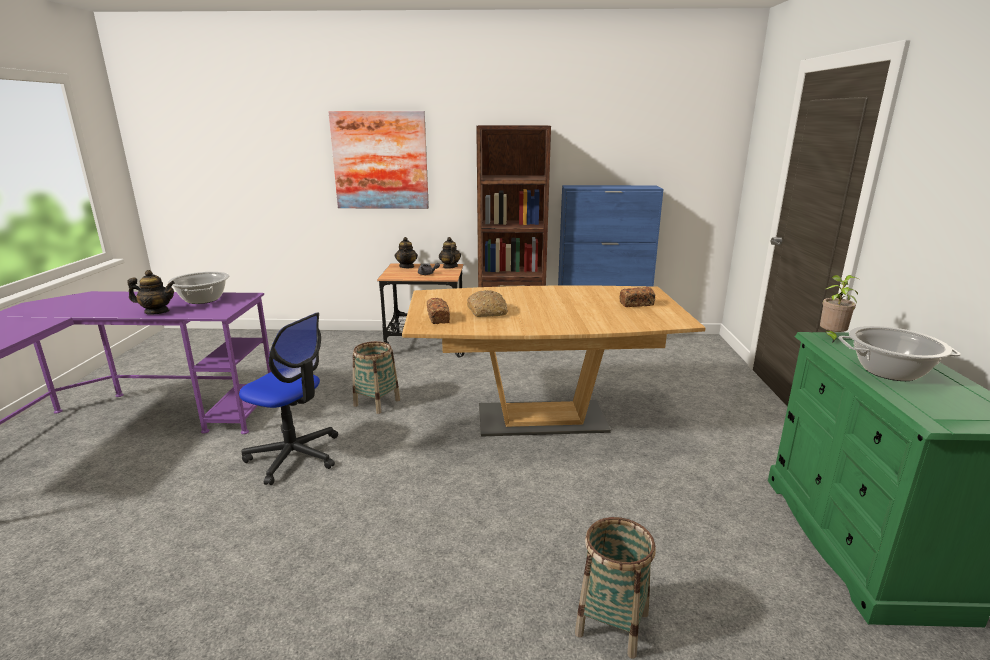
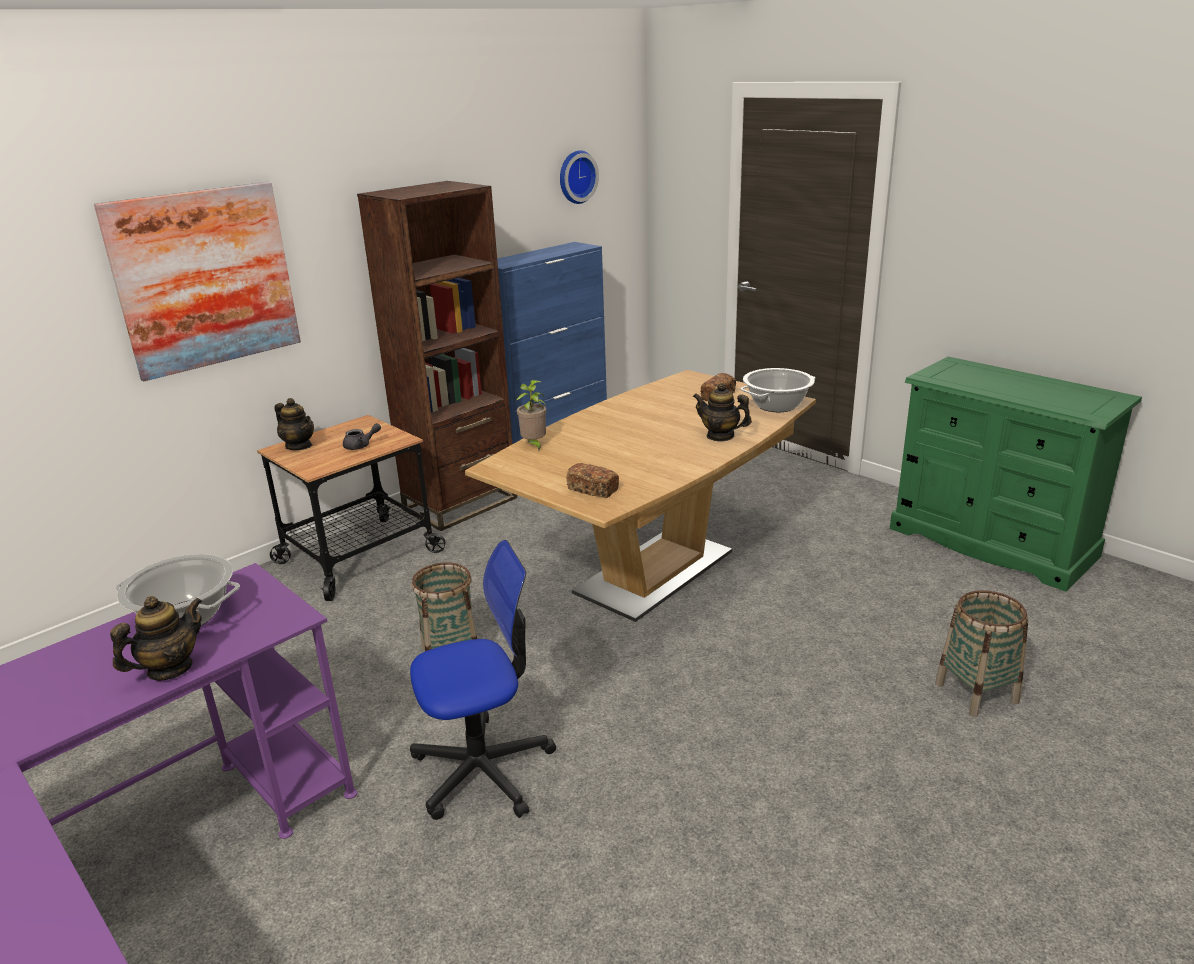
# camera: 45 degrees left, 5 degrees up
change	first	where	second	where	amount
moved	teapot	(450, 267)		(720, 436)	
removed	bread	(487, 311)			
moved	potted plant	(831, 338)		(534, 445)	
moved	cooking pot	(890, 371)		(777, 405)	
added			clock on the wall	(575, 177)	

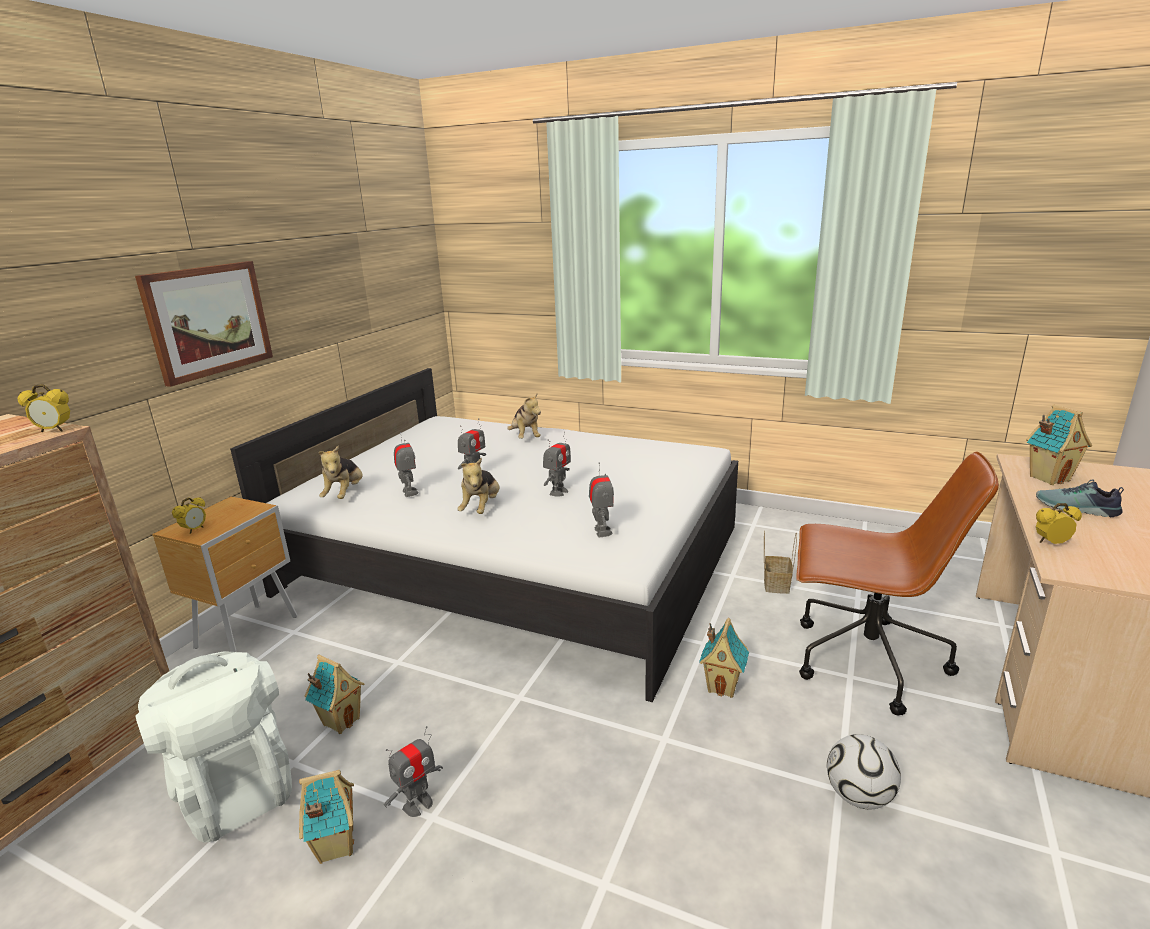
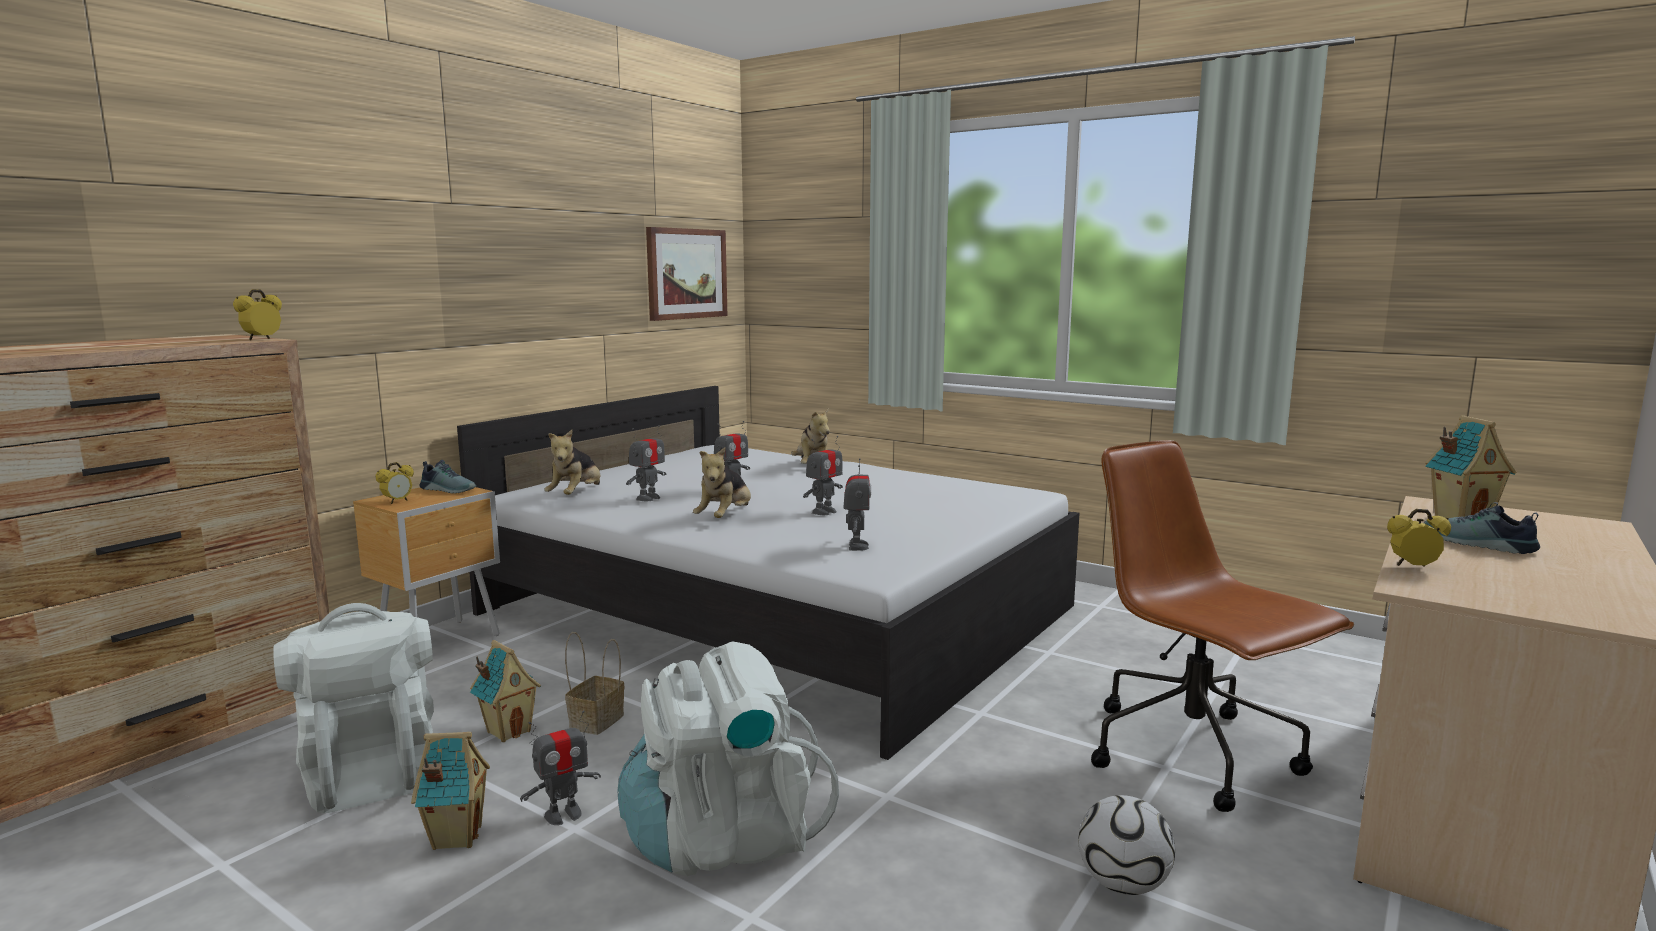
# camera: 10 degrees right, 10 degrees down
change	first	where	second	where	amount
turned	alarm clock	(54, 430)		(262, 339)	105 degrees clockwise
moved	wall art	(208, 320)		(686, 273)	
turned	toy robot	(409, 492)		(648, 498)	45 degrees clockwise
removed	miniature house	(723, 686)			
moved	storage basket	(775, 584)		(597, 720)	
turned	brownish desk chair	(864, 661)		(1194, 754)	150 degrees counterclockwise
added			shoe	(449, 490)	
added			whitish backpack	(723, 838)	

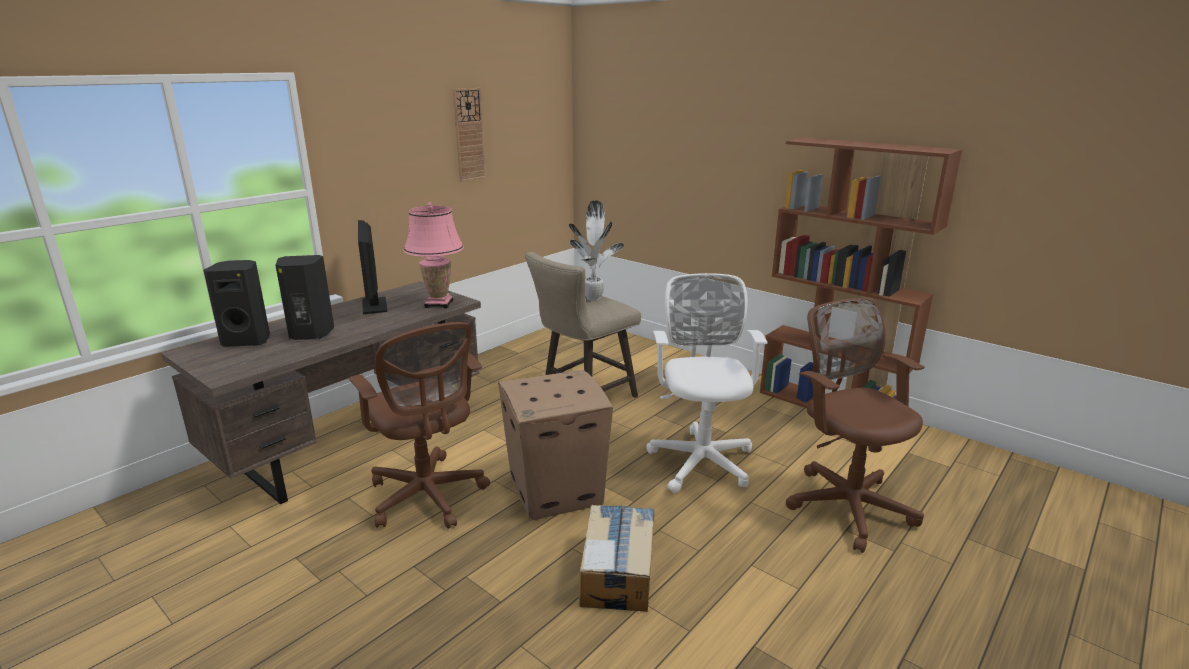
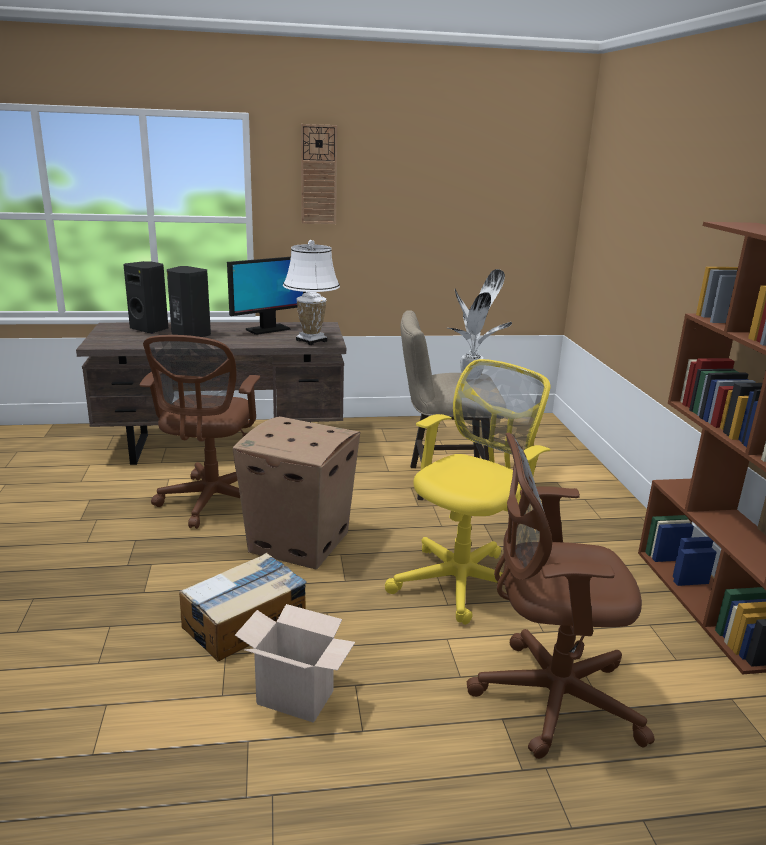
# camera: 40 degrees right, 0 degrees up
change	first	where	second	where	amount
turned	monitor	(374, 305)		(267, 329)	150 degrees counterclockwise
recoloured	pink tabletop lamp	(439, 304)	whitish tabletop lamp	(311, 341)	
moved	clock on the wall	(469, 135)		(318, 175)	
recoloured	whitish desk chair	(701, 459)	yellow-coloured desk chair	(463, 580)	
turned	brownish desk chair	(845, 503)		(547, 697)	105 degrees counterclockwise
added			carton	(298, 697)	

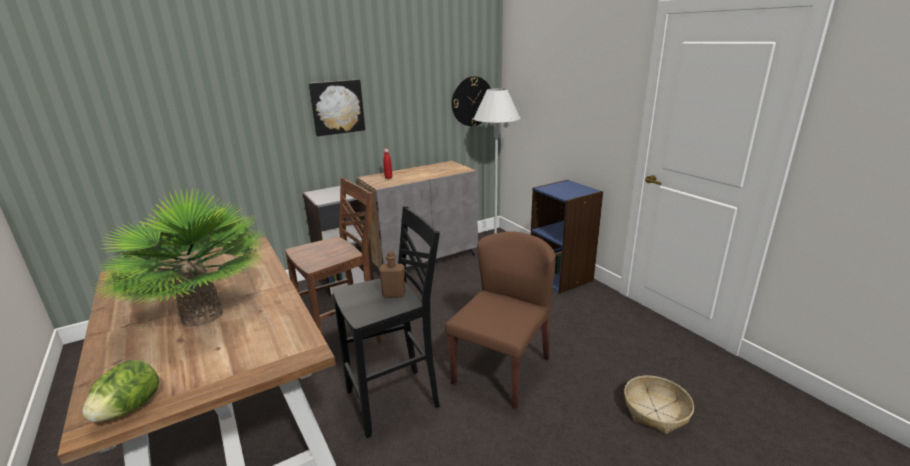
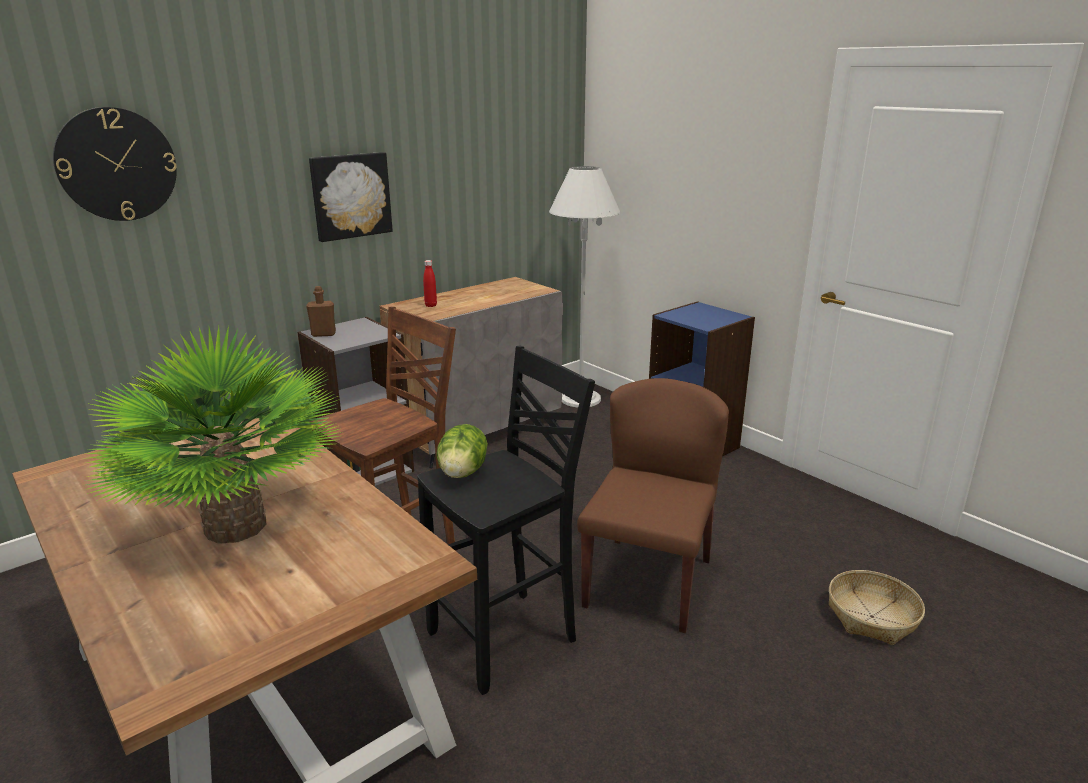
# camera: 10 degrees left, 0 degrees up
change	first	where	second	where	amount
moved	lettuce head	(129, 408)		(462, 473)	
moved	brownish drink bottle	(394, 294)		(323, 334)	
moved	clock on the wall	(472, 101)		(116, 164)	

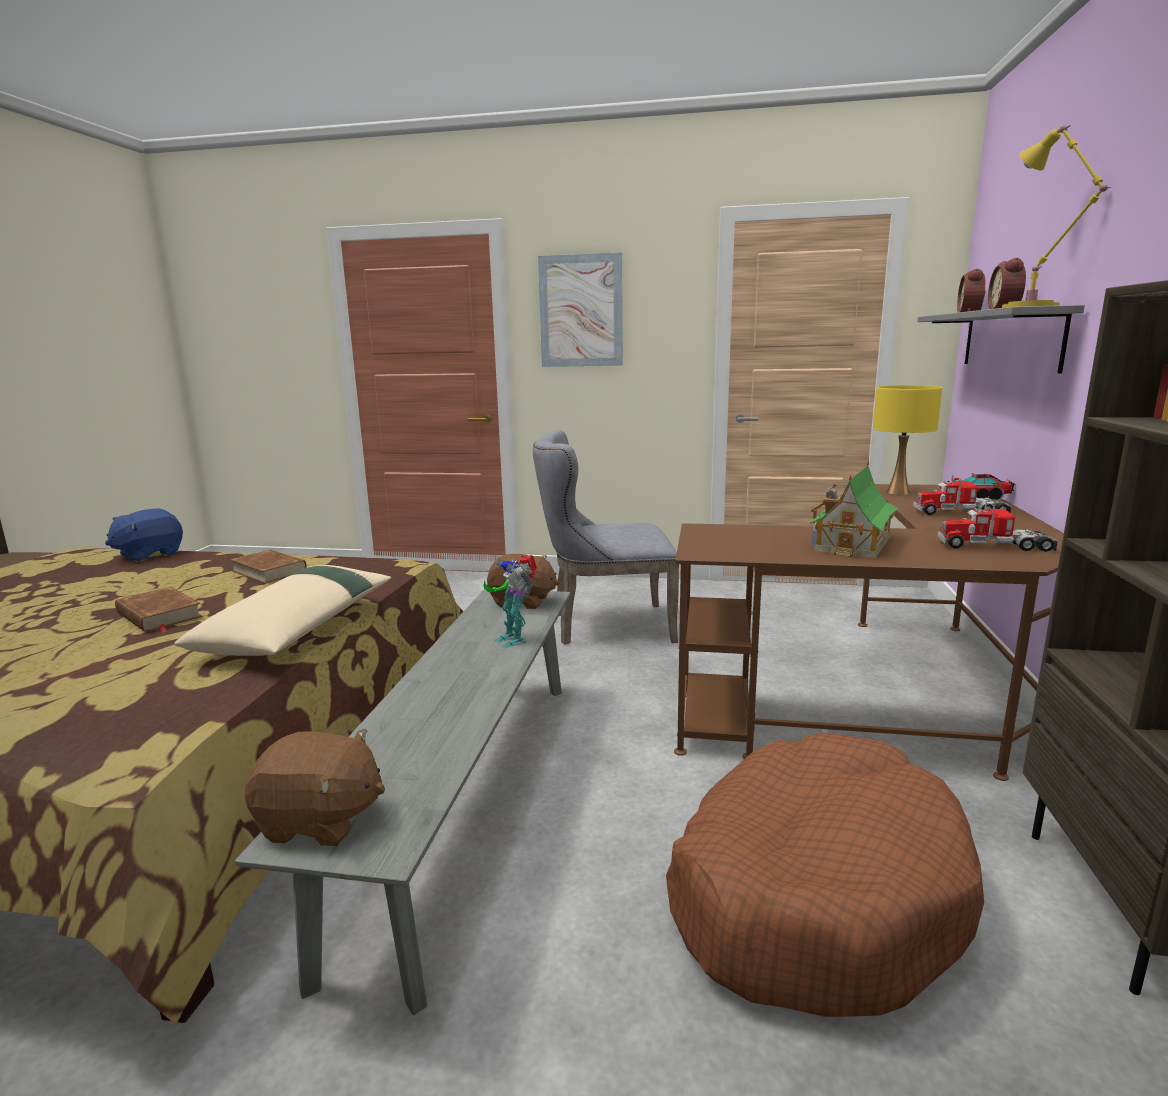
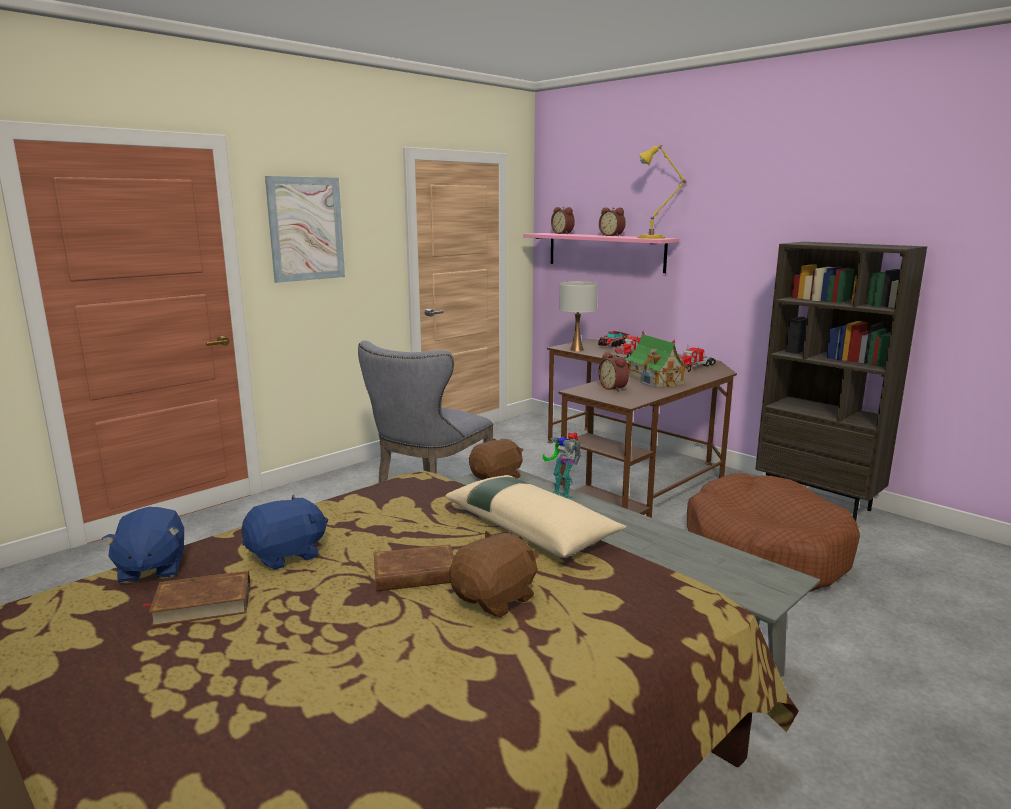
# camera: 55 degrees left, 0 degrees up
change	first	where	second	where	amount
moved	brownish bound book	(269, 571)		(202, 603)	
moved	brownish soft toy	(320, 821)		(495, 599)	
turned	toy robot	(514, 639)		(561, 495)	45 degrees clockwise
recoloured	yellow-coloured tabletop lamp	(897, 492)	whitish tabletop lamp	(576, 349)	
recoloured	greyish bracket shelf	(1010, 339)	pink bracket shelf	(605, 251)	
added			blue soft toy	(286, 555)	
added			alarm clock	(614, 388)	

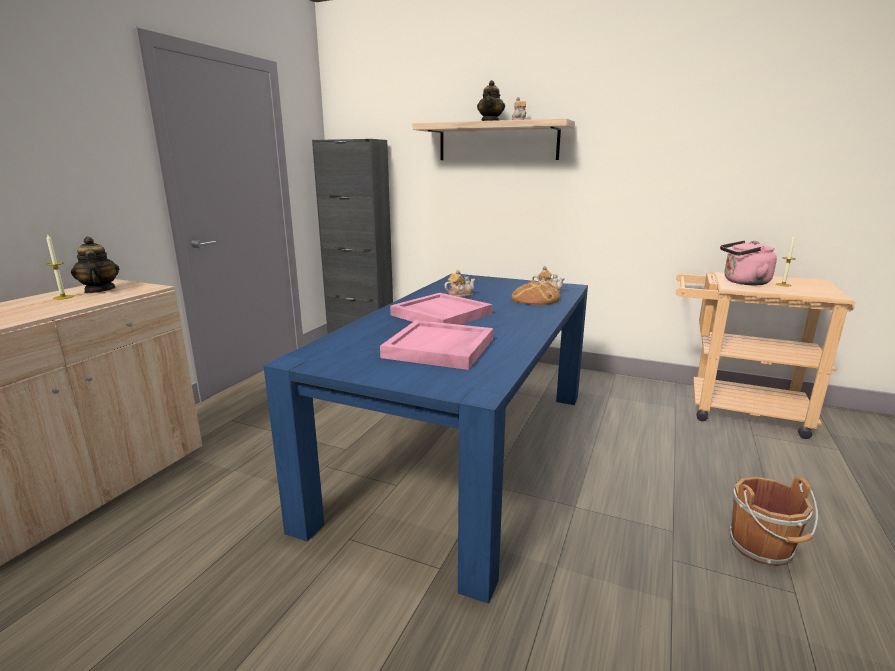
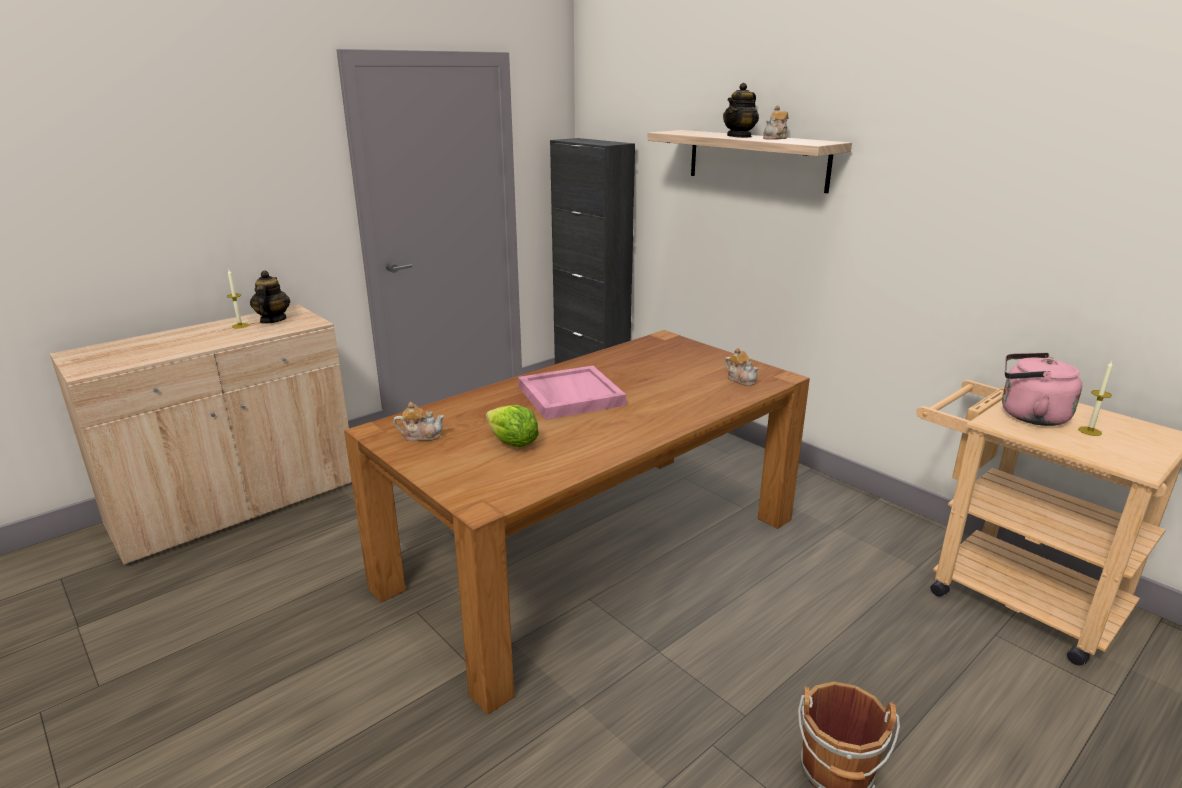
# camera: 25 degrees right, 5 degrees up
change	first	where	second	where	amount
recoloured	blue kitchen table	(463, 450)	brownish kitchen table	(594, 552)	
replaced	pink serving tray	(440, 348)	lettuce head	(513, 444)	
moved	teapot	(459, 295)		(421, 436)	
removed	bread	(535, 299)			

